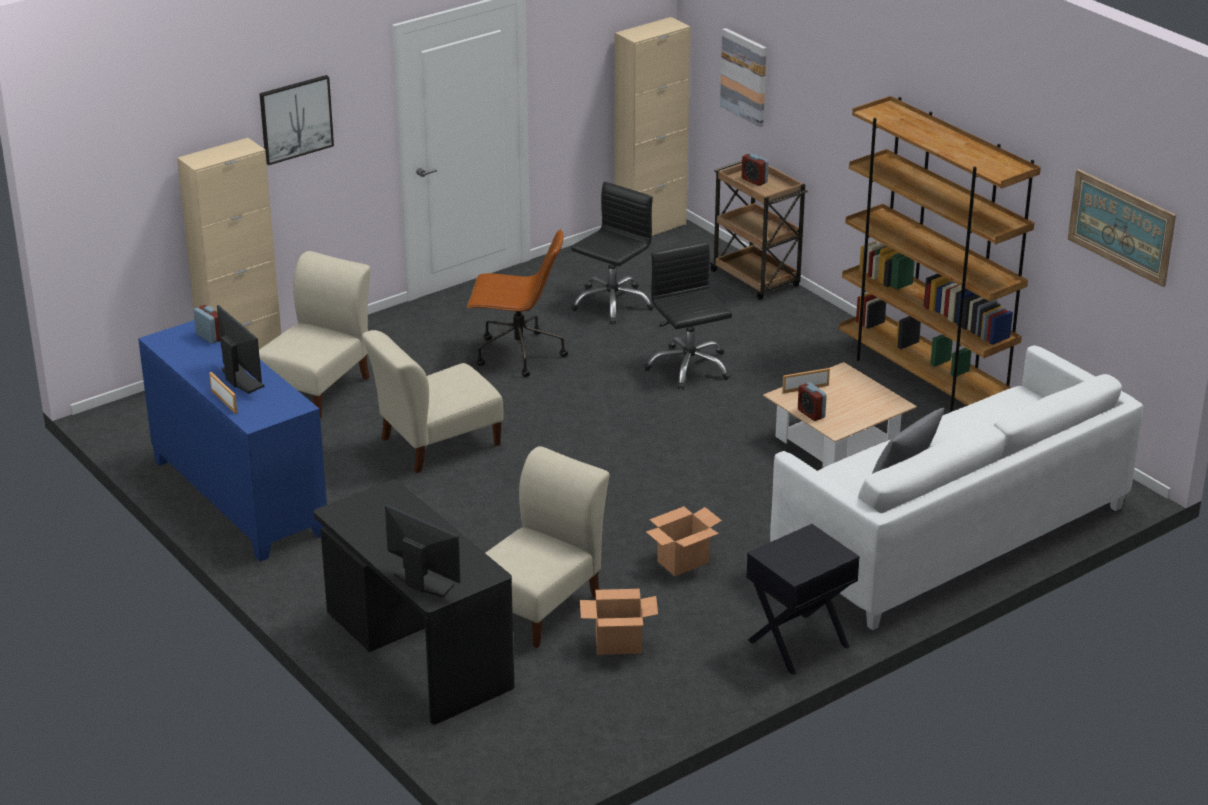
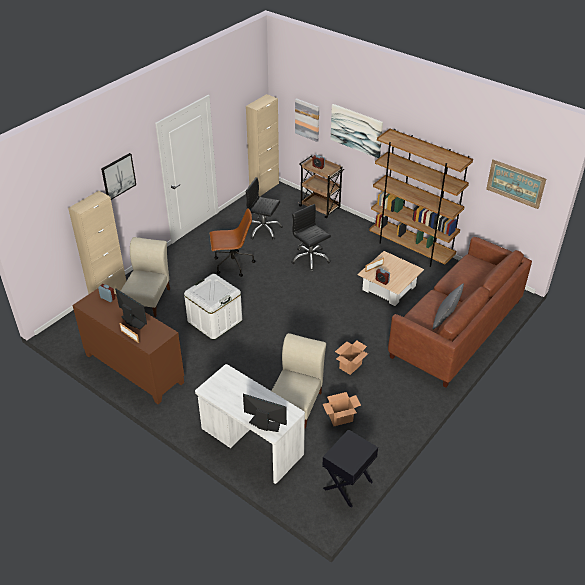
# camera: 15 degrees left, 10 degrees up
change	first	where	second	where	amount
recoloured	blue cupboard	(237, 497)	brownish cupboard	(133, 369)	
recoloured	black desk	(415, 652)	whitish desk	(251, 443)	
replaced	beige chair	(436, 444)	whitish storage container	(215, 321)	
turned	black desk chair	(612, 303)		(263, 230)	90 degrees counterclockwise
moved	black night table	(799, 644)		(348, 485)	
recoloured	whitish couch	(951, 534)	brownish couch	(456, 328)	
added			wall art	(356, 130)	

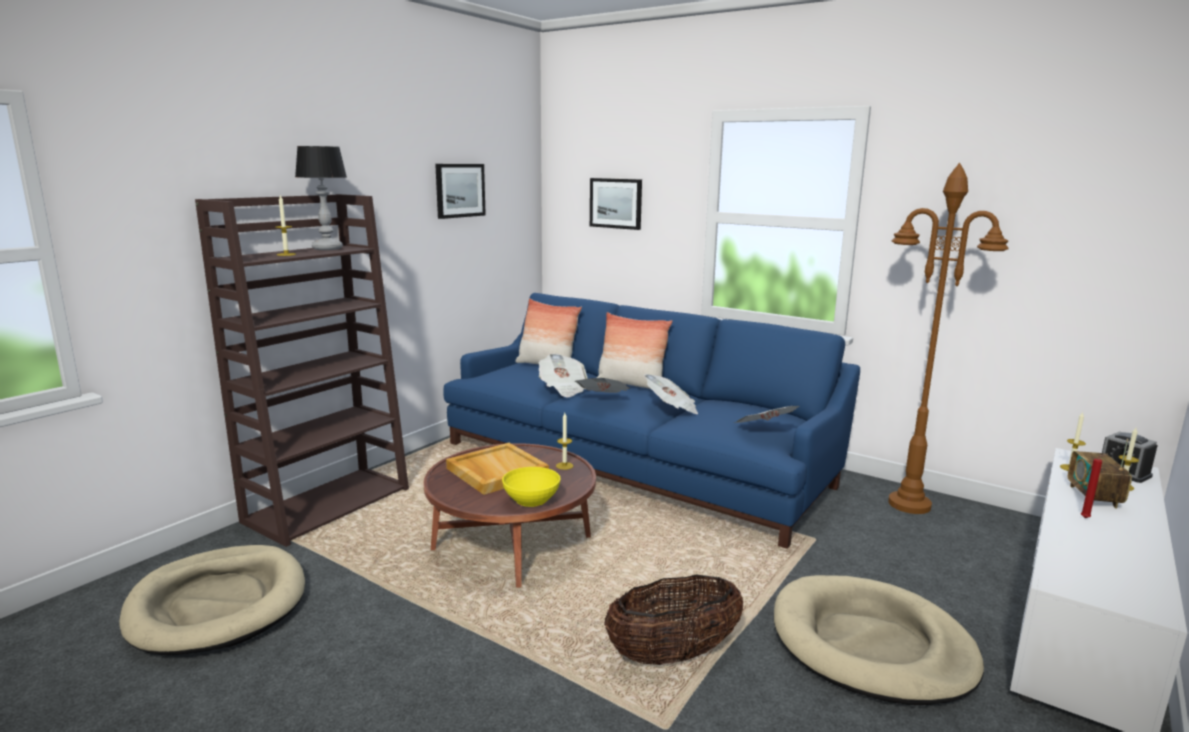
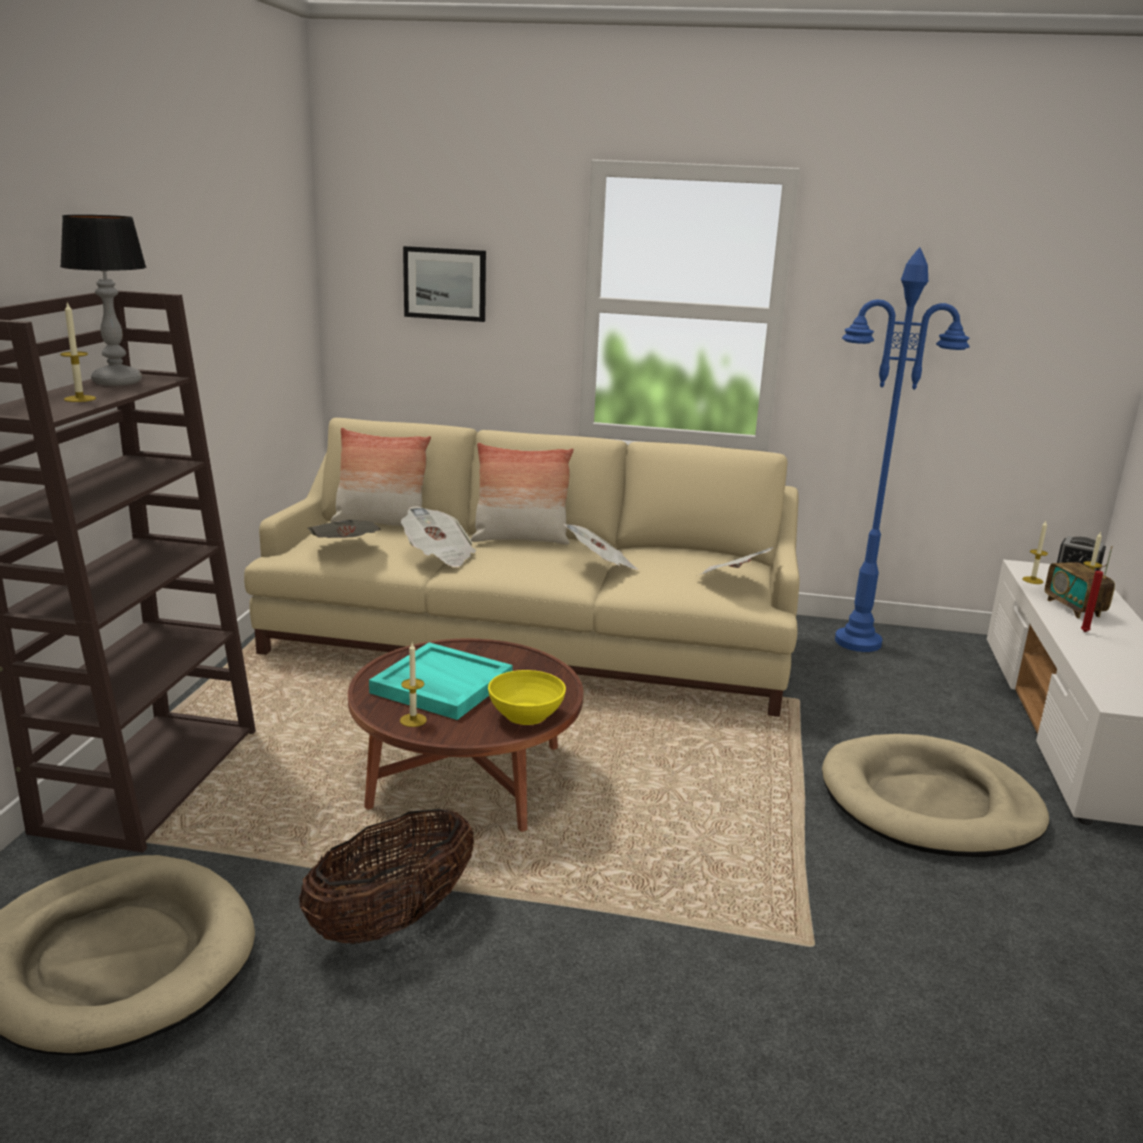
# camera: 25 degrees left, 5 degrees up
change	first	where	second	where	amount
removed	wall art	(459, 190)			
recoloured	blue couch	(636, 462)	beige couch	(531, 640)	
recoloured	beige serving tray	(496, 471)	turquoise-coloured serving tray	(440, 685)	
moved	wax light	(564, 466)		(413, 720)	
moved	newspaper	(603, 400)		(345, 548)	
moved	storage basket	(673, 654)		(392, 920)	
recoloured	brownish floor lamp	(910, 504)	blue floor lamp	(858, 642)	

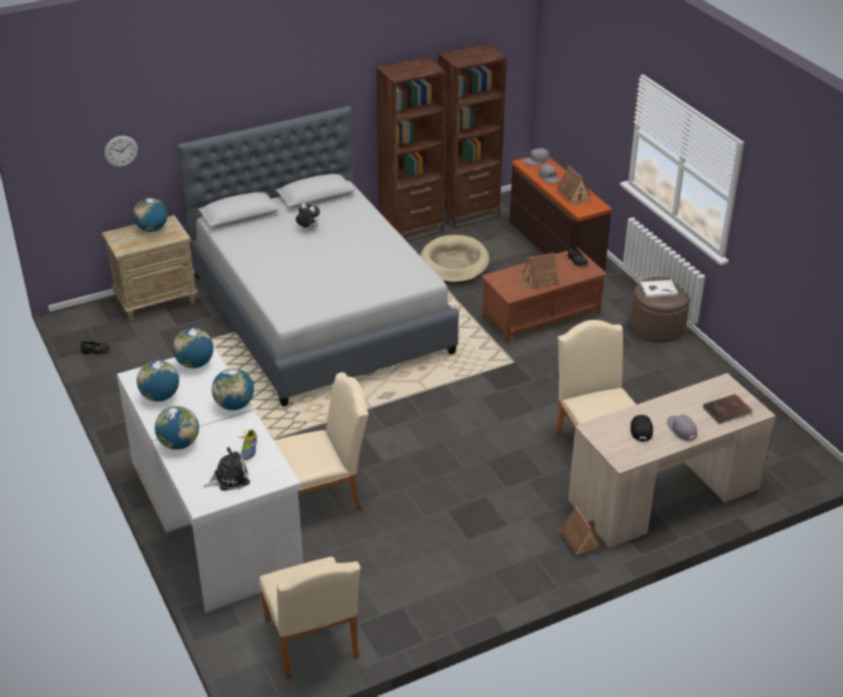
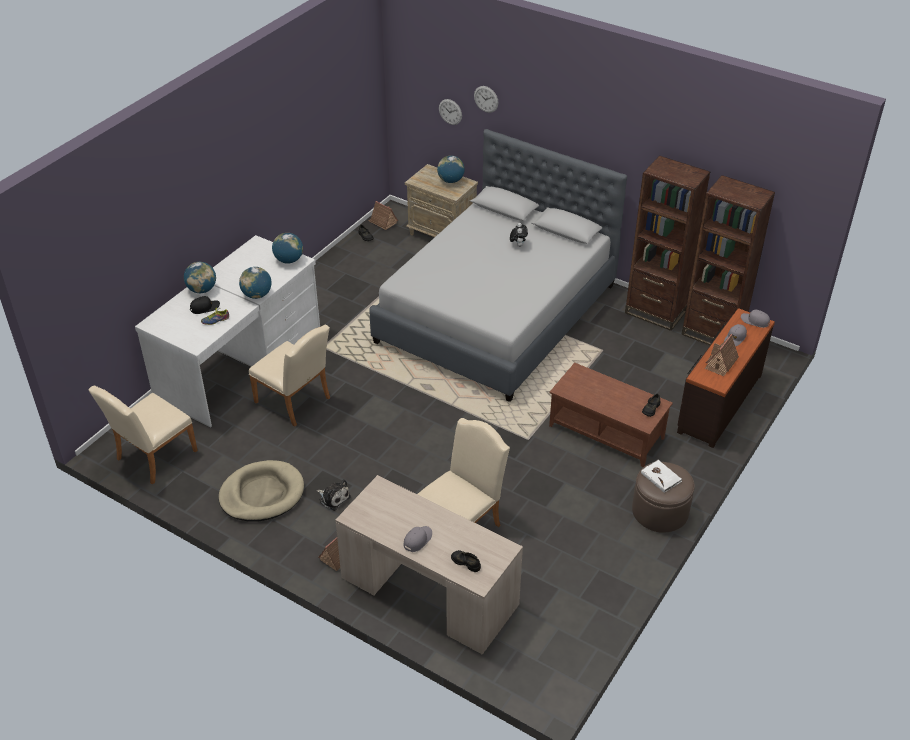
# camera: 60 degrees right, 5 degrees up
change	first	where	second	where	amount
removed	world globe	(160, 397)			
moved	soft toy	(229, 478)		(333, 498)	
moved	beige pet bed	(454, 263)		(262, 494)	
moved	miniature house	(538, 279)		(383, 222)	
moved	black cap	(641, 429)		(205, 307)	
replaced	brownish bound book	(727, 411)	black shoe	(466, 562)	
added			clock on the wall	(486, 99)	

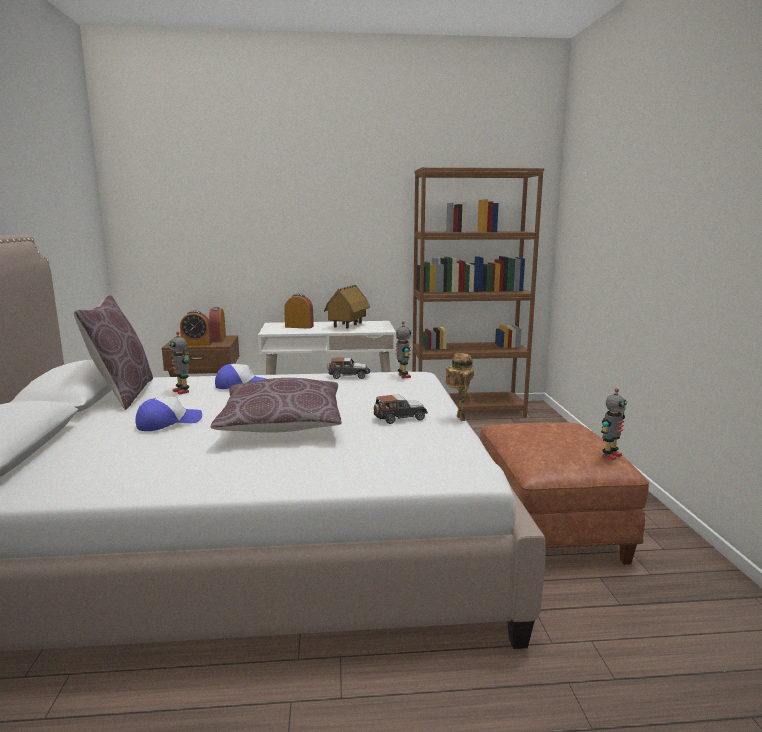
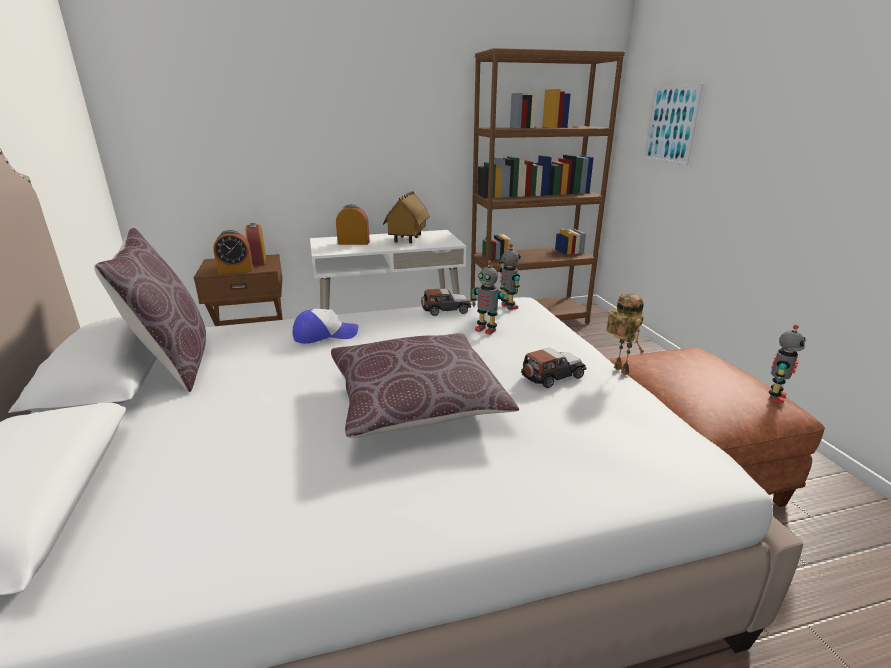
# camera: 10 degrees left, 10 degrees up
change	first	where	second	where	amount
removed	cap	(168, 423)			
moved	toy robot	(182, 391)		(486, 330)	
added			wall art	(670, 124)	

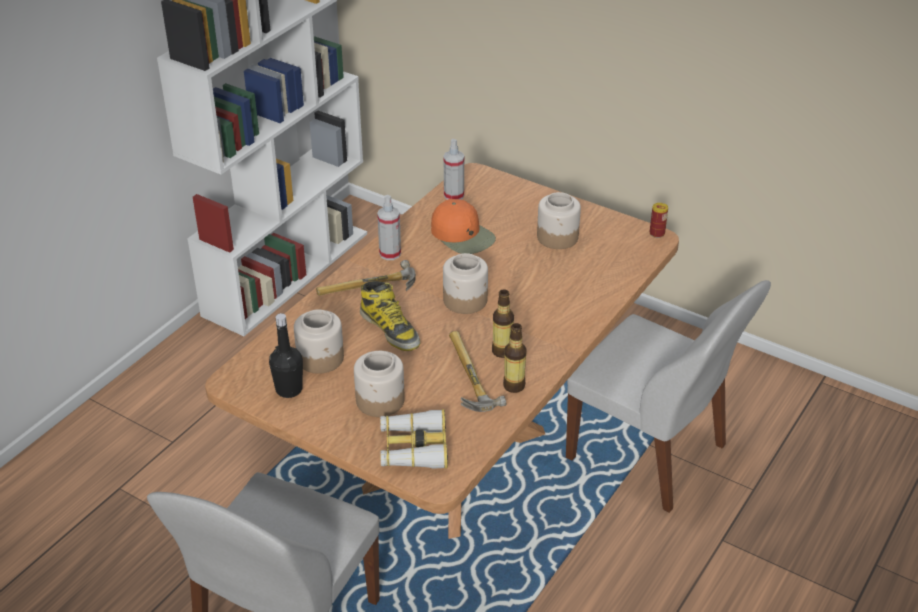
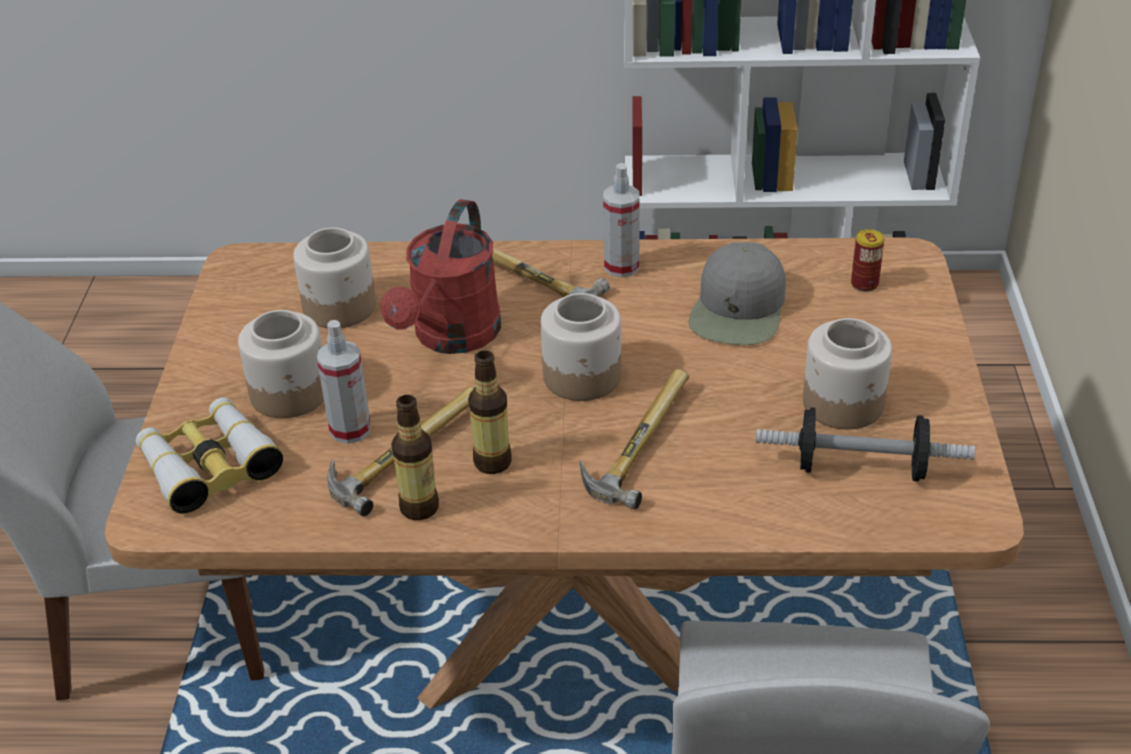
# camera: 60 degrees right, 0 degrees up
change	first	where	second	where	amount
removed	black drink bottle	(289, 389)			
replaced	tall boot	(390, 329)	red-coloured sprinkling can	(451, 338)	
recoloured	orangey cap	(463, 235)	greyish cap	(739, 310)	
moved	sprayer	(454, 196)		(350, 429)	
moved	can	(657, 233)		(864, 284)	
added			tool hammer	(634, 441)	
added			dumbbell	(860, 468)	

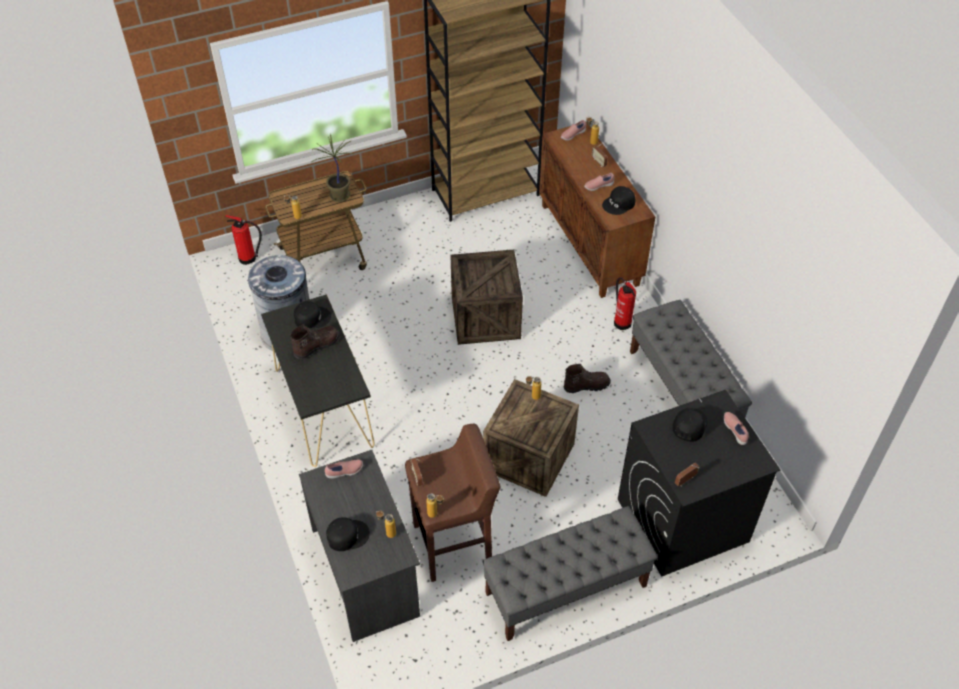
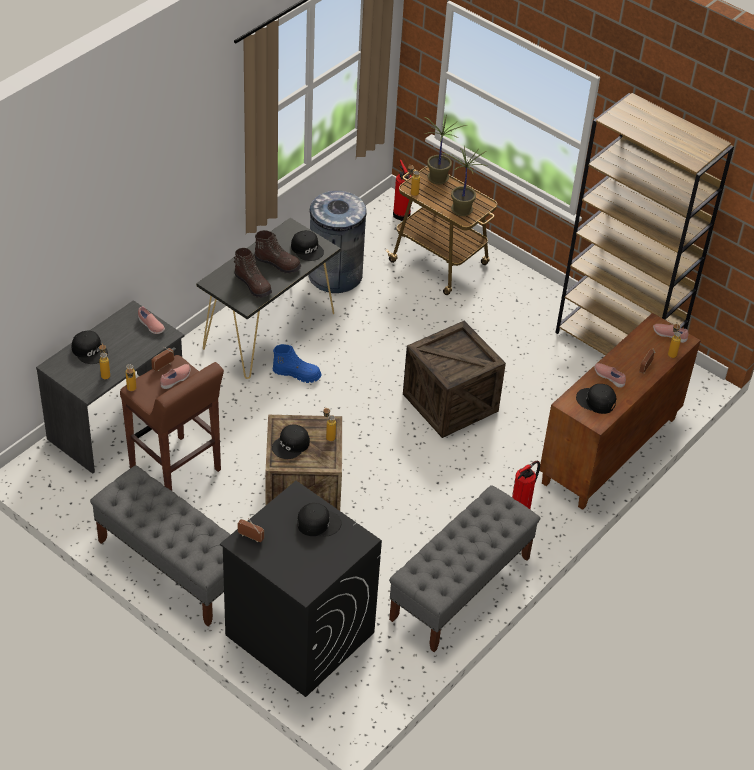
# camera: 60 degrees right, 5 degrees down
change	first	where	second	where	amount
moved	brownish tall boot	(586, 385)		(253, 285)	
moved	pink shoe	(735, 430)		(176, 380)	
added			blue tall boot	(297, 374)	
added			black cap	(291, 445)	
added			potted plant	(437, 178)	

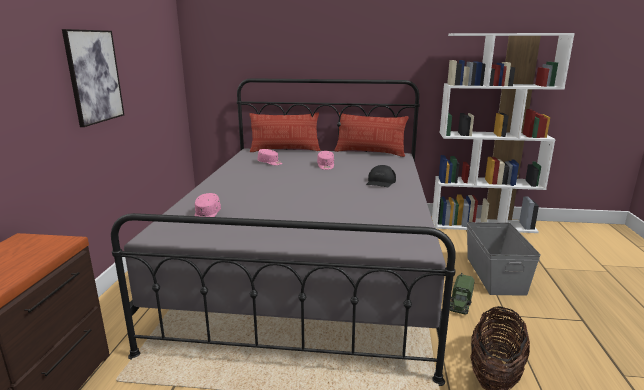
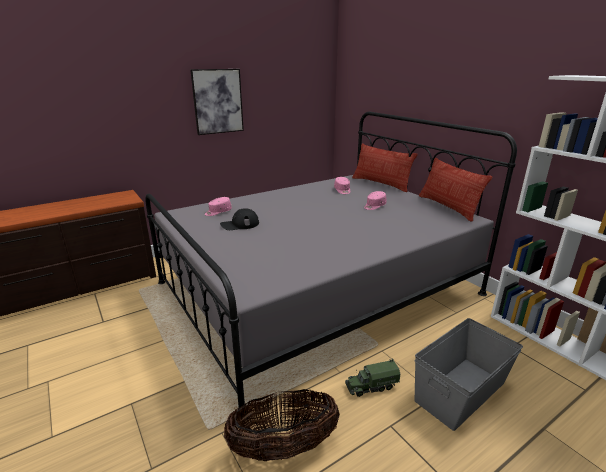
# camera: 50 degrees right, 5 degrees up
change	first	where	second	where	amount
moved	black cap	(380, 182)		(239, 224)	

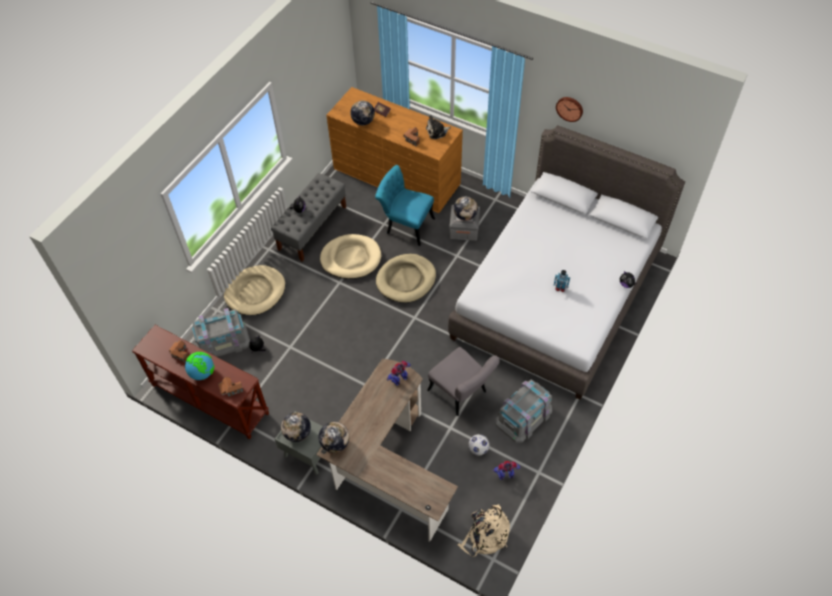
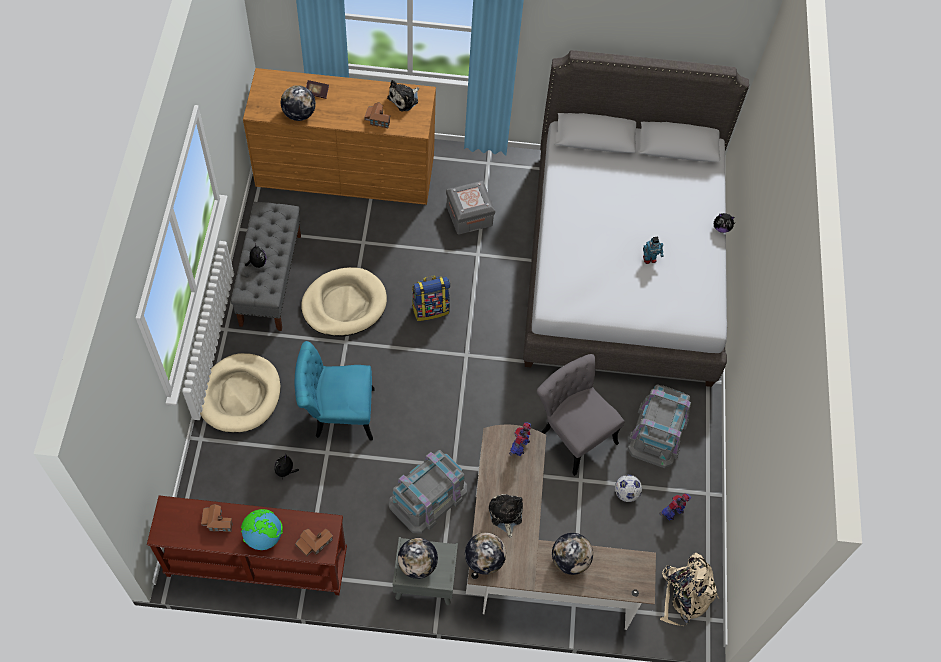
# camera: 30 degrees left, 5 degrees up
change	first	where	second	where	amount
moved	greyish storage container	(222, 340)		(428, 496)	
moved	turquoise-coloured chair	(405, 225)		(337, 413)	
replaced	beige pet bed	(406, 280)	backpack	(430, 309)	
turned	greyish chair	(461, 394)		(573, 432)	150 degrees counterclockwise
moved	world globe	(465, 216)		(570, 560)	
removed	clock on the wall	(570, 108)			
added			soft toy	(505, 514)	

